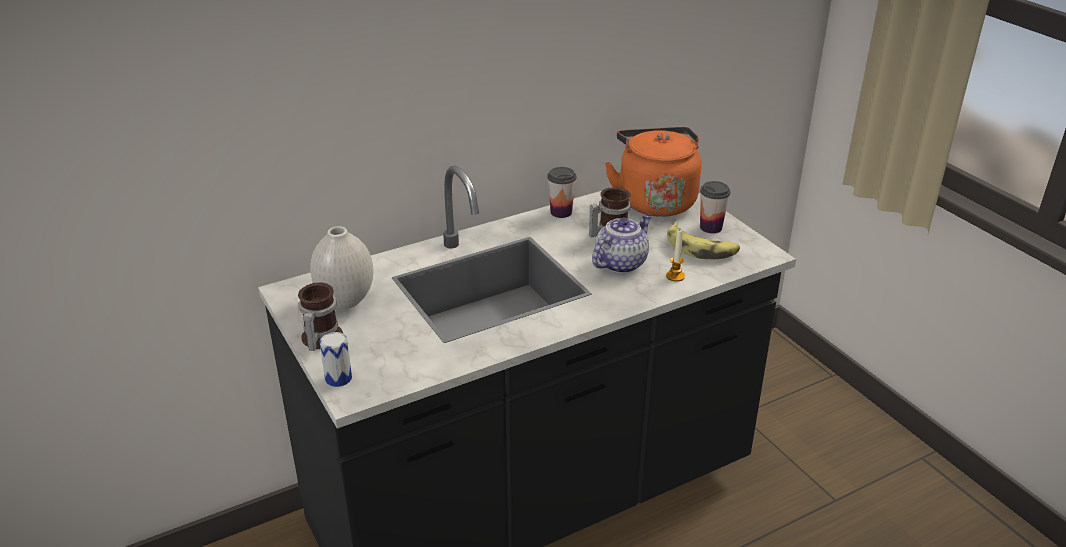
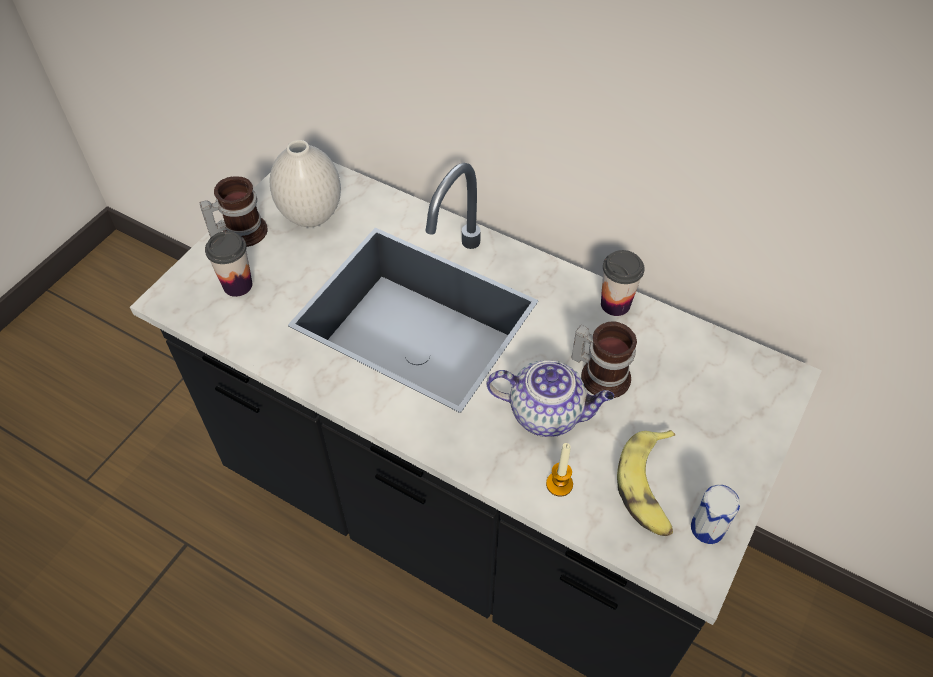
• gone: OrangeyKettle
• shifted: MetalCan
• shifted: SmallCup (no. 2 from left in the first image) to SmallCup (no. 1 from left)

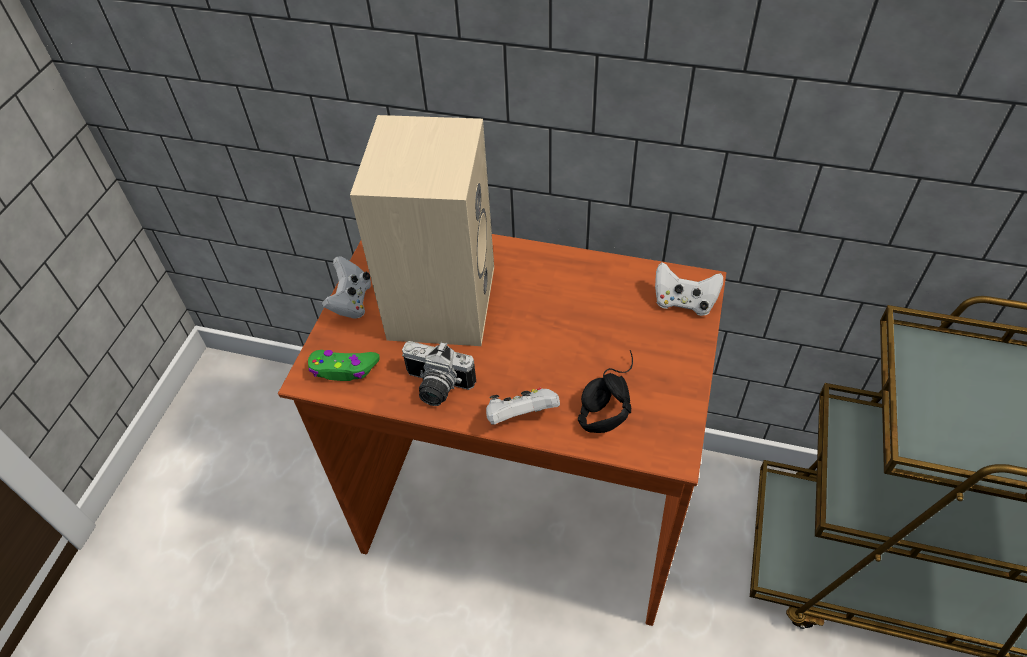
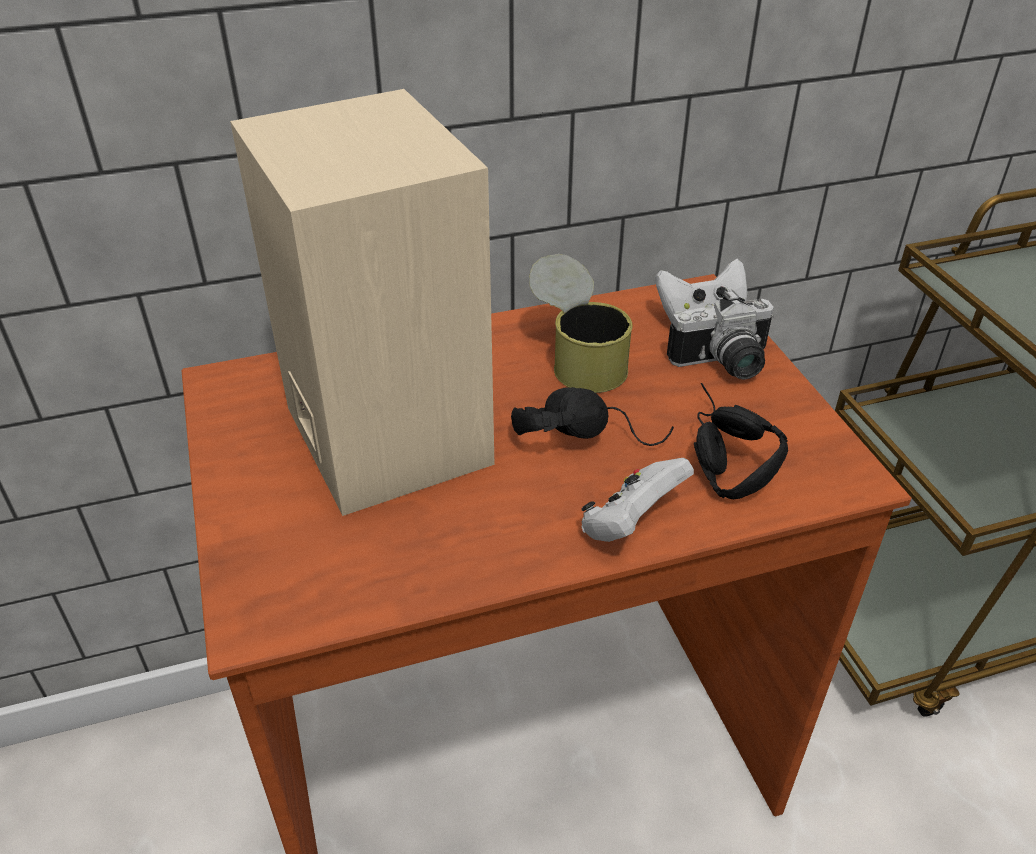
• gone: GreenGameController
• gone: WhiteGameController (no. 1 from left)
• new: BlackishPairOfHeadphones (no. 1 from left)
• new: MetalCan
• shifted: PhotoCamera

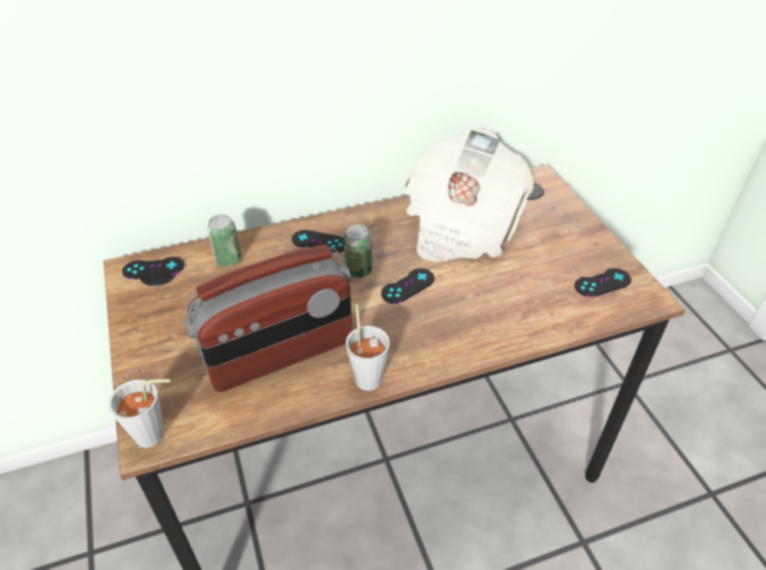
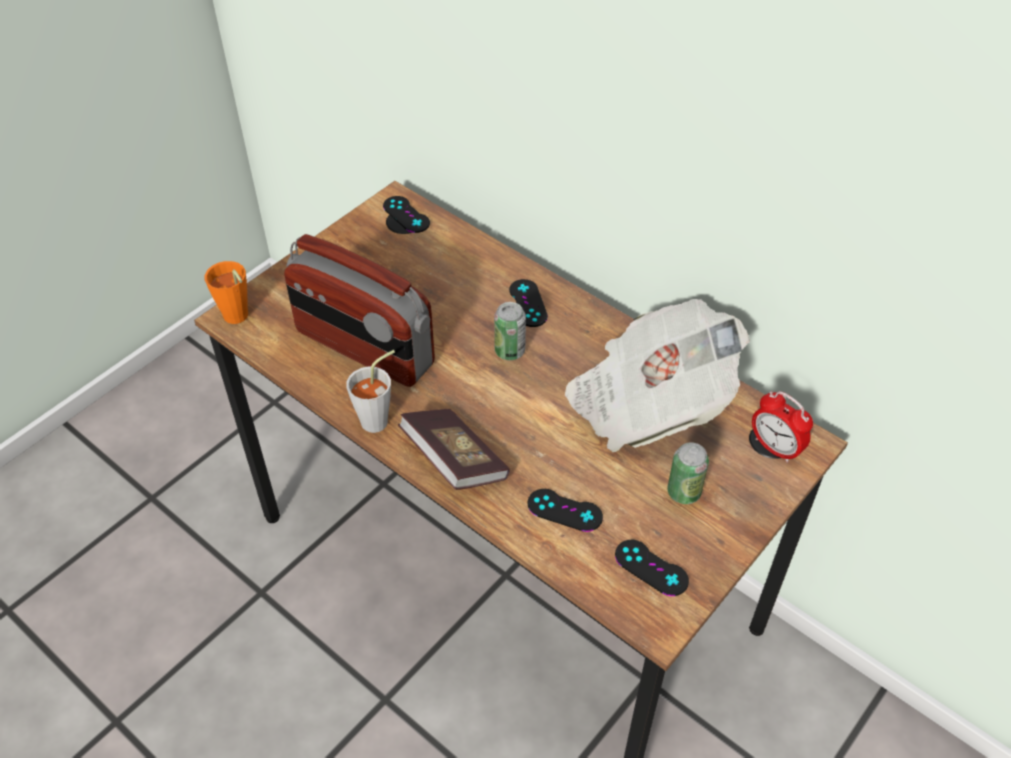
• new: Book
• new: AlarmClock
• shifted: MetalCan (no. 1 from left in the first image) to MetalCan (no. 2 from left)
• shifted: BlackishGameController (no. 3 from left)
• repainted: GraySmallCup (no. 1 from left) to OrangeySmallCup

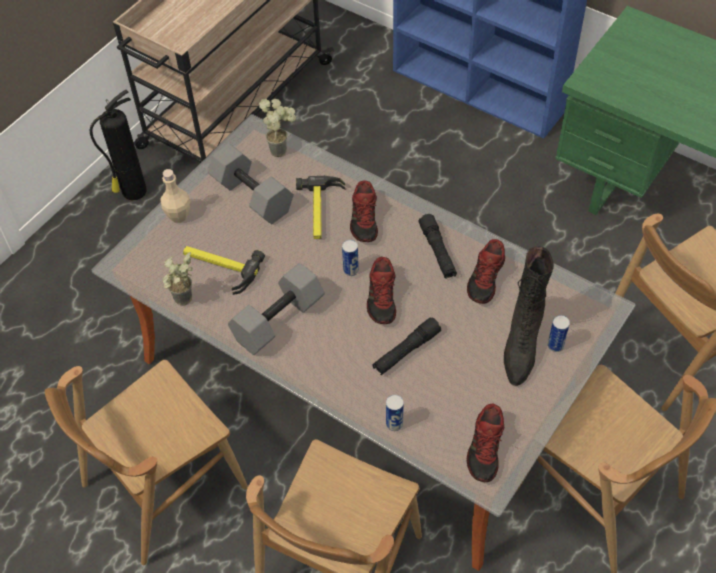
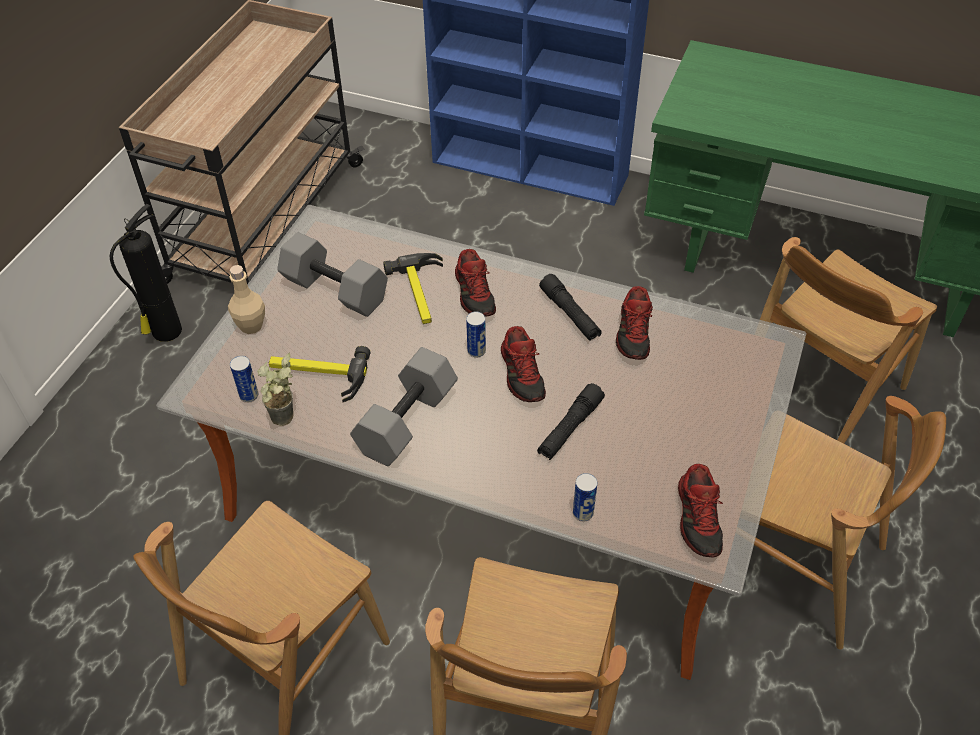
• gone: PlantInAPot (no. 2 from left)
• gone: BlackishHighTopBoot
• shifted: MetalCan (no. 3 from left in the first image) to MetalCan (no. 1 from left)

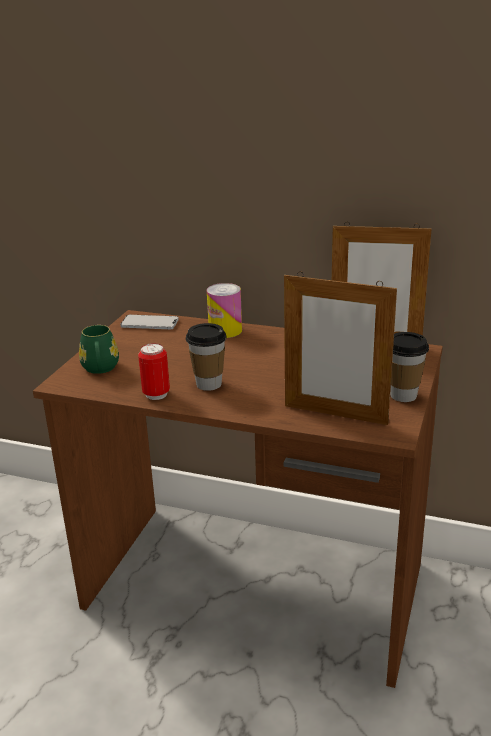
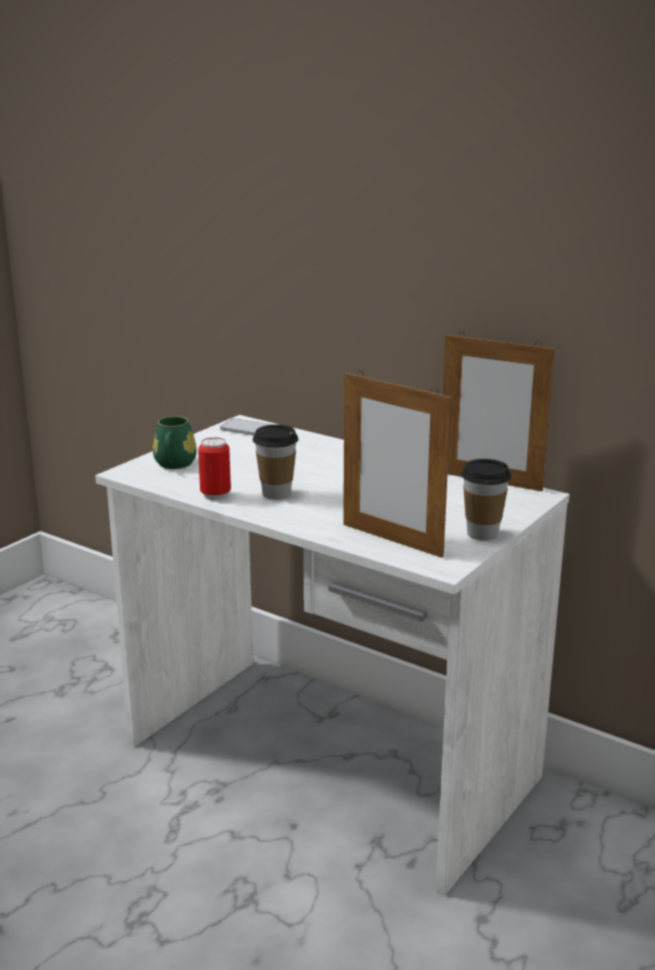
• gone: MetalCan (no. 2 from left)
• repainted: BrownColouredDeskUnit to WhiteDeskUnit

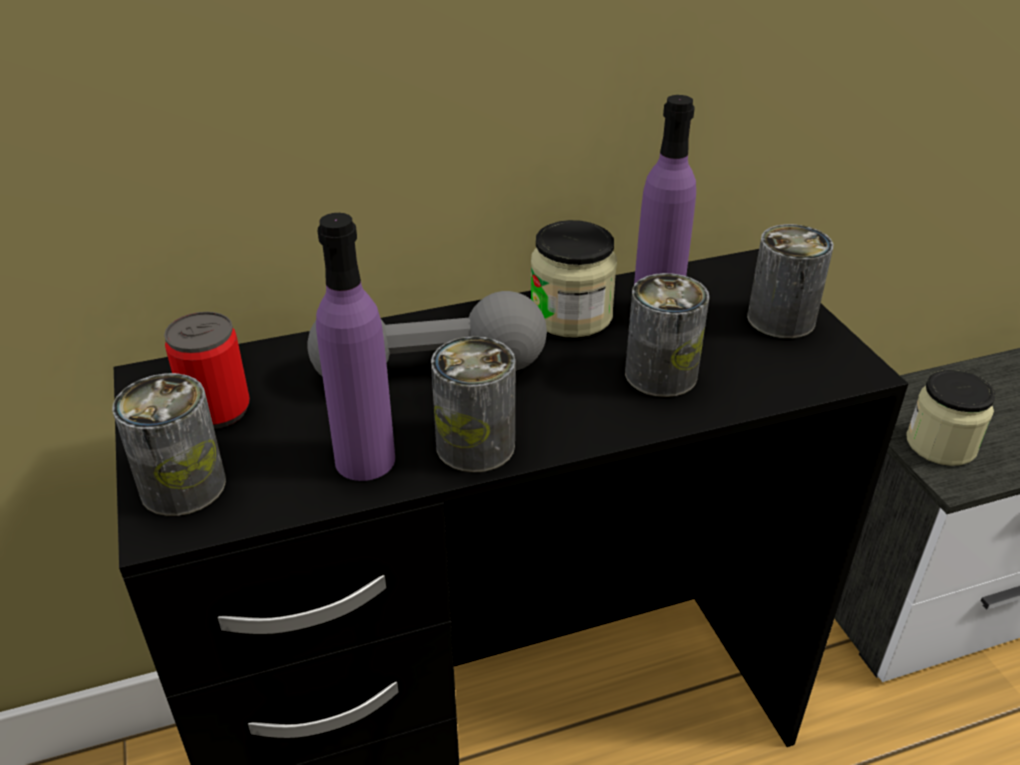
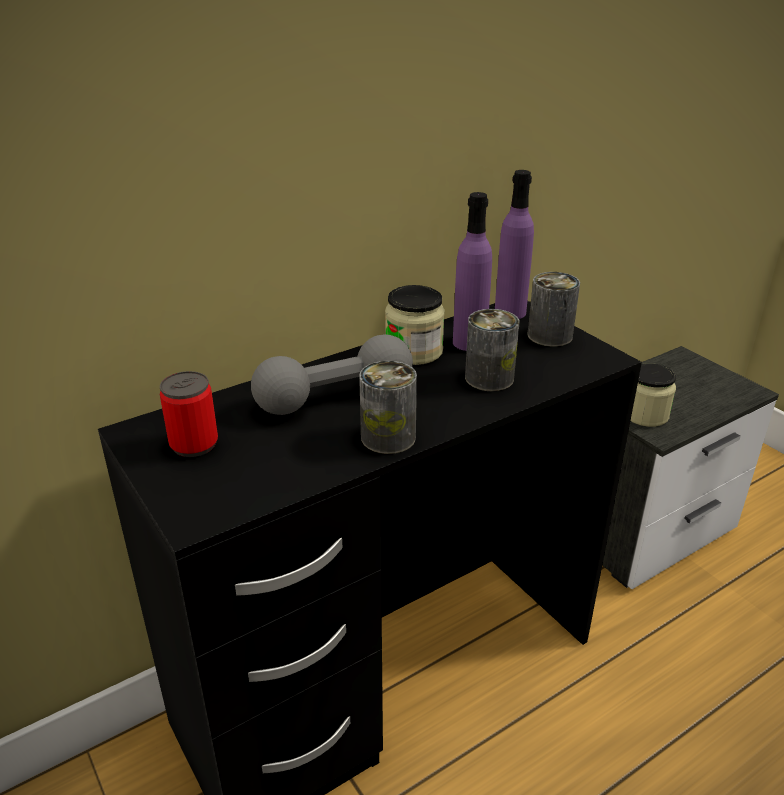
• gone: MetalCan (no. 1 from left)
• shifted: PurplishDrinkBottle (no. 1 from left in the first image) to PurplishDrinkBottle (no. 2 from left)

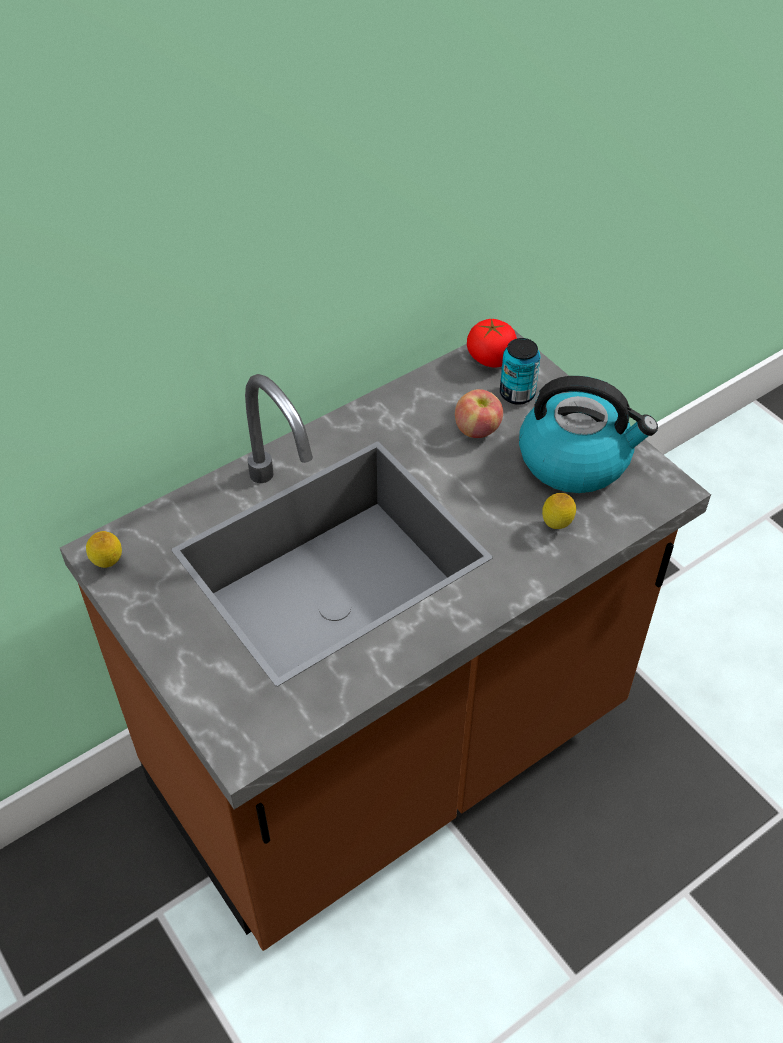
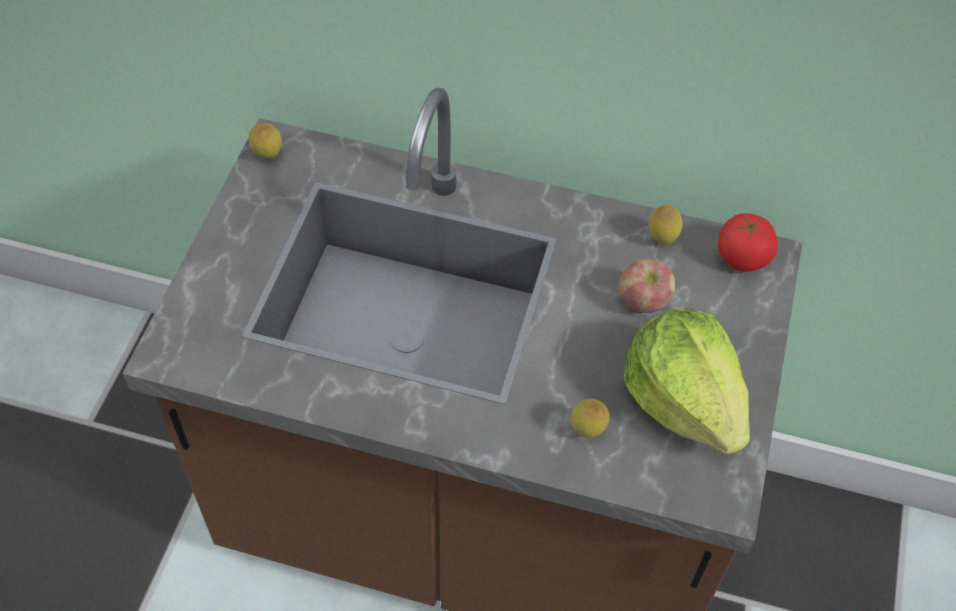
• gone: MetalCan
• new: CitrusFruit (no. 3 from left)
• swapped: Kettle to HeadOfLettuce

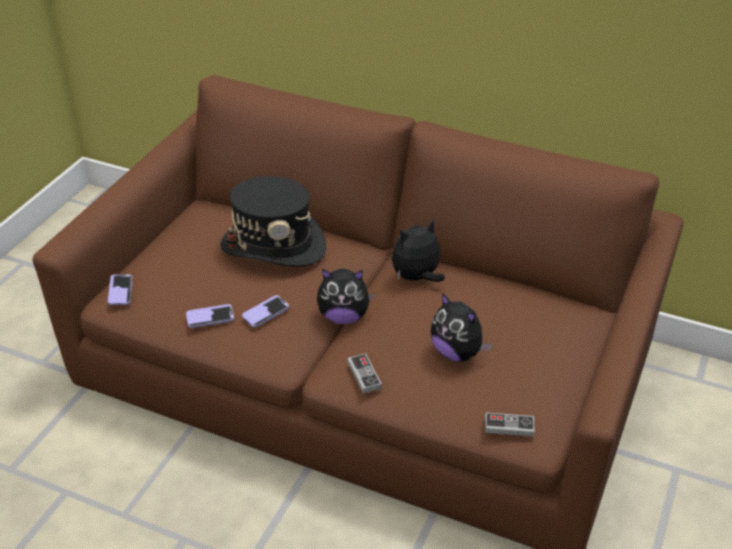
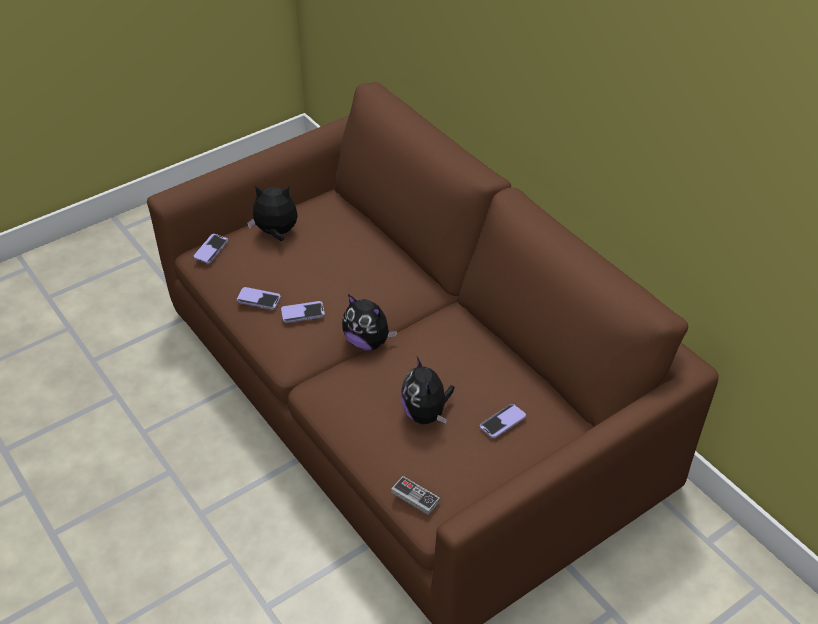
• gone: BlackishHat
• gone: GameController (no. 1 from left)
• new: Handset (no. 4 from left)
• shifted: CuddlyToy (no. 2 from left in the first image) to CuddlyToy (no. 1 from left)

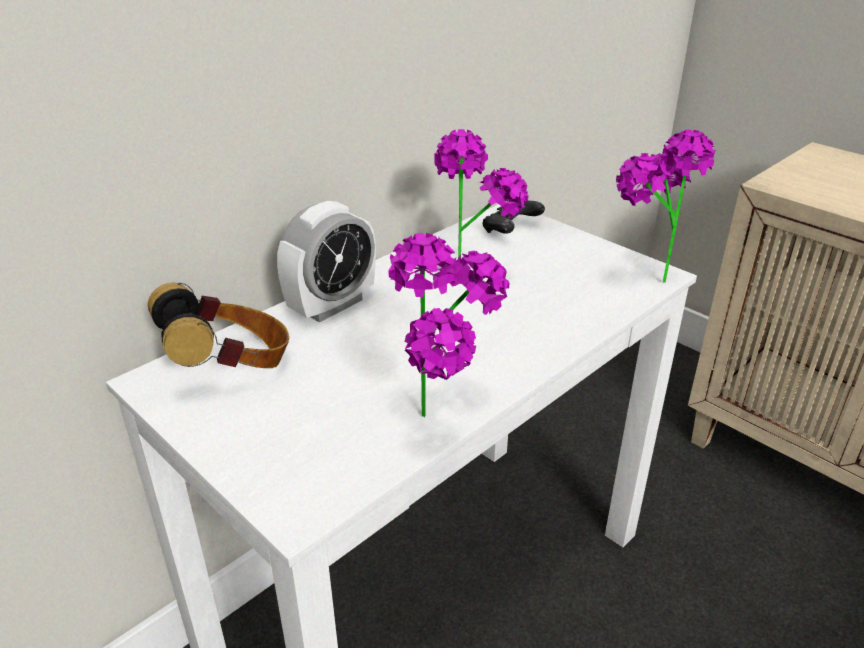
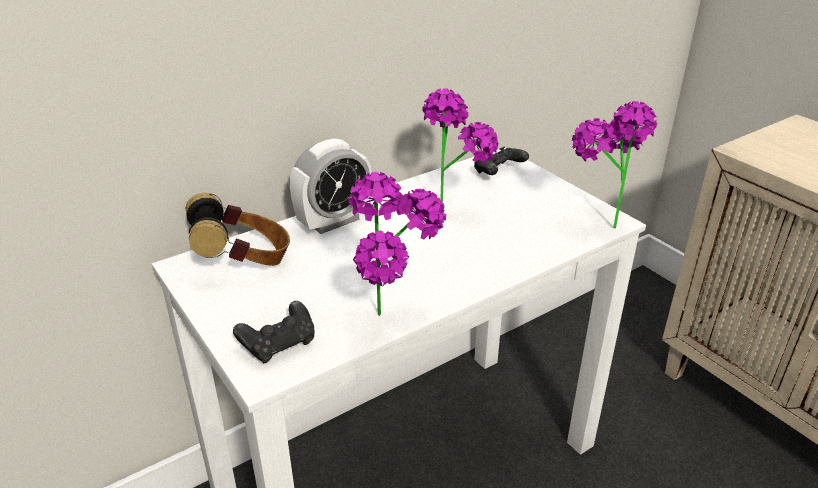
• new: BlackishGameController (no. 1 from left)

